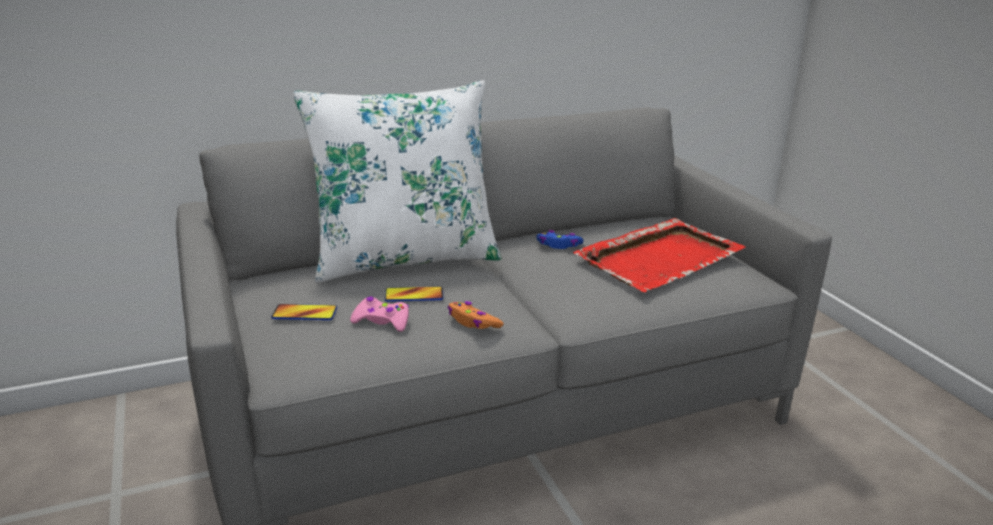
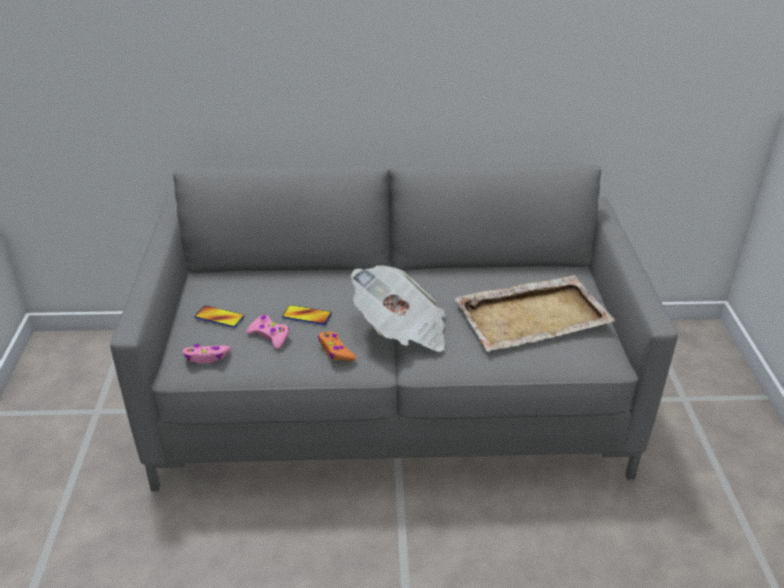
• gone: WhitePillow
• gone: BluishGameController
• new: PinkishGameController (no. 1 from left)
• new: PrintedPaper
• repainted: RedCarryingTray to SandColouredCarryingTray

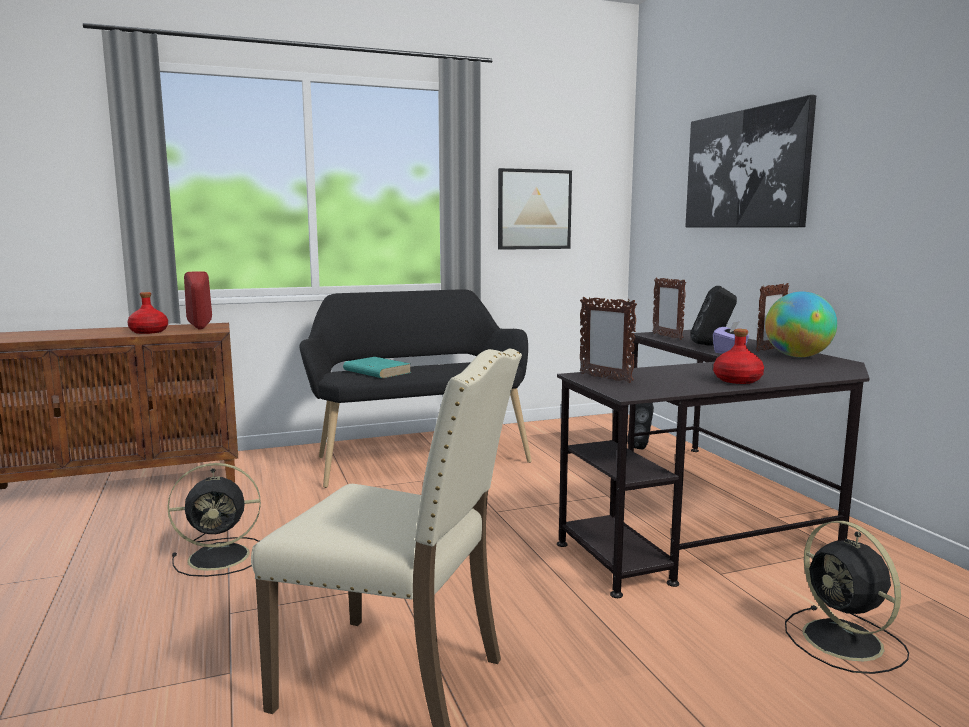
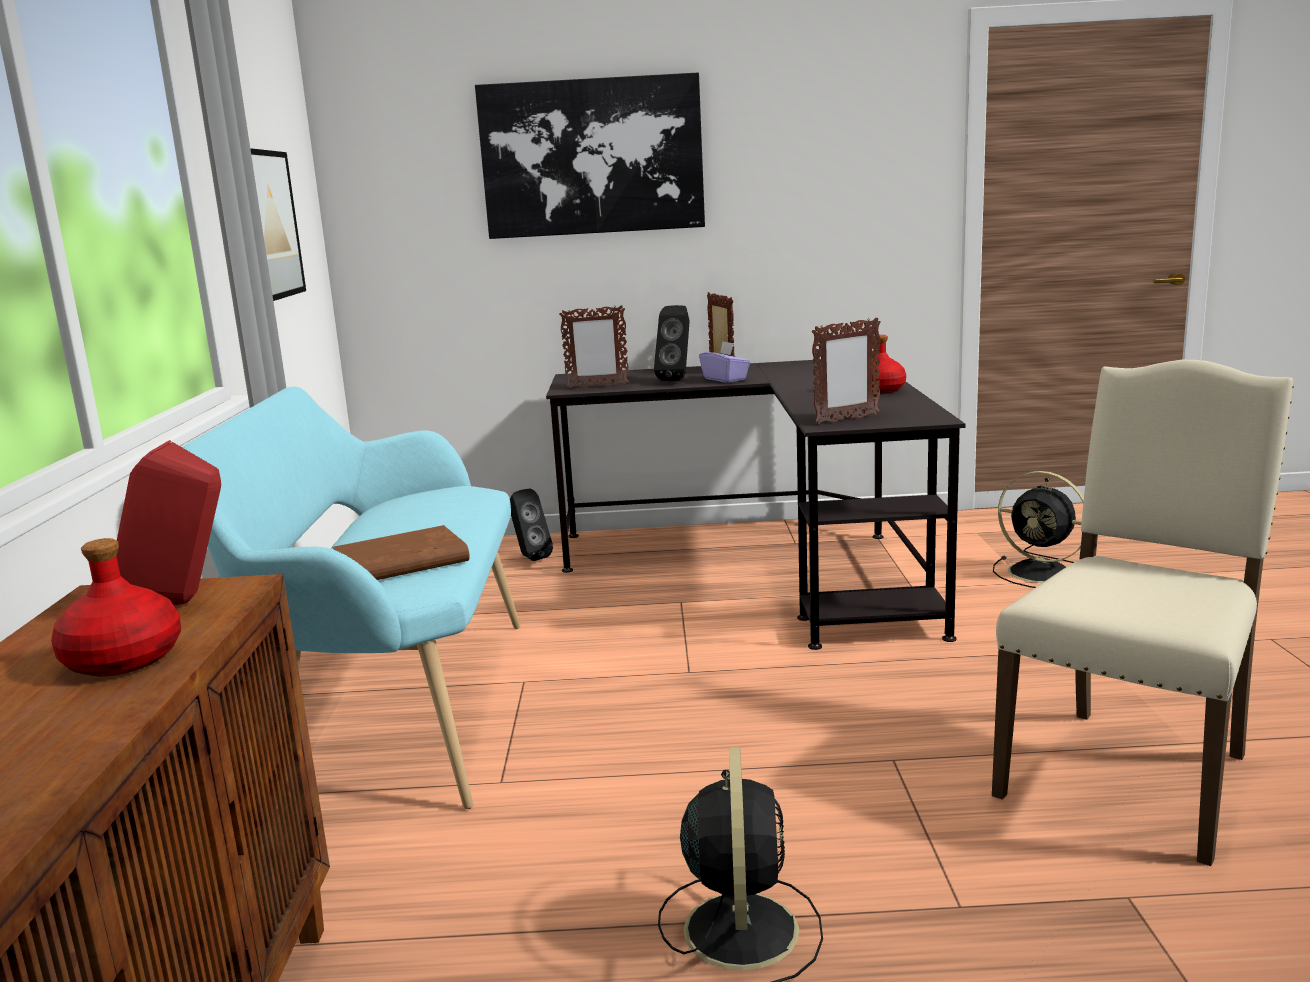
• gone: Globe
• repainted: BlackishIndoorBench to TurquoiseColouredIndoorBench
• repainted: TurquoiseColouredBook to BrownColouredBook
• rotated: BlackishCoolingFan (no. 2 from left) 45 degrees clockwise

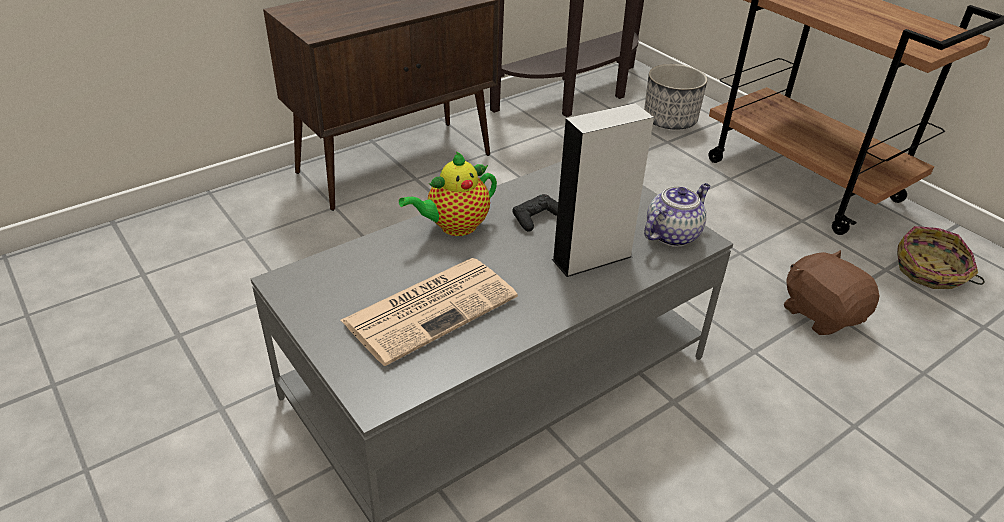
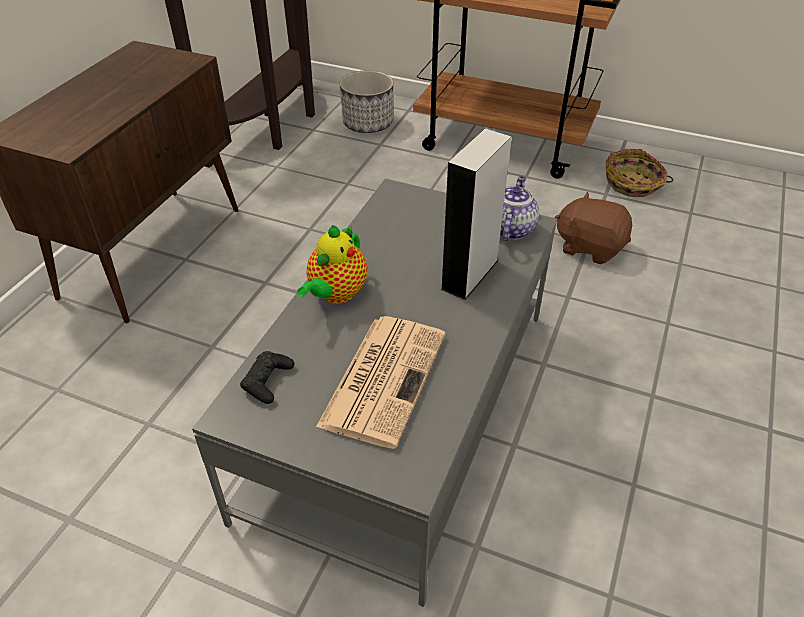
• shifted: BlackishGameController

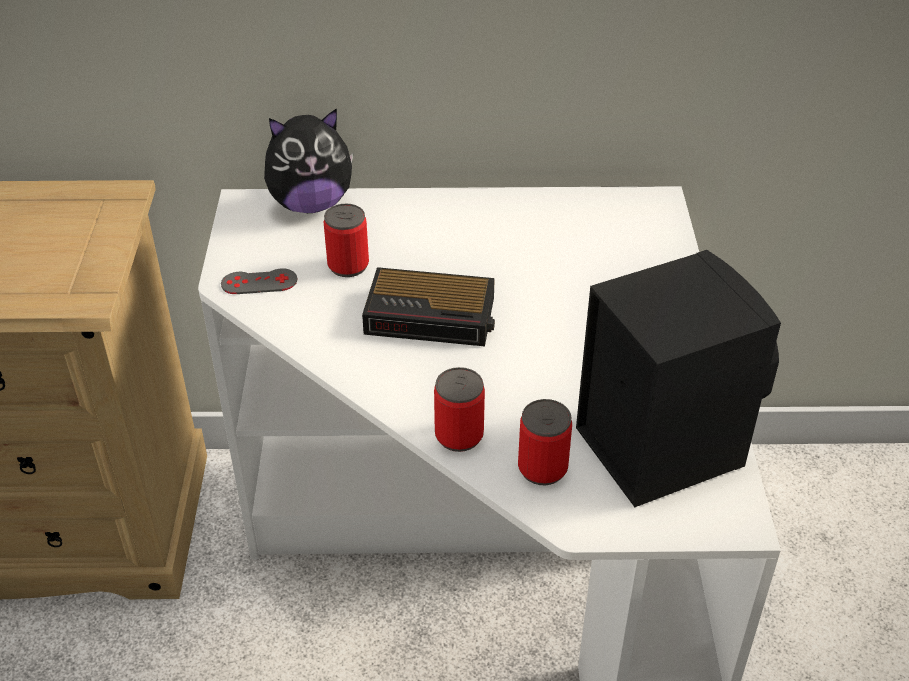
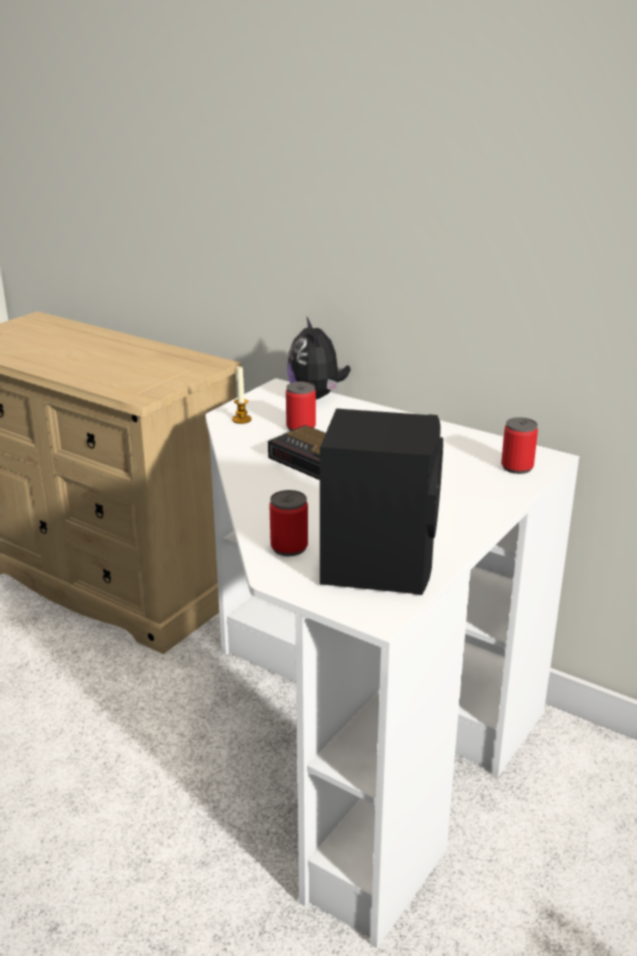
• shifted: MetalCan (no. 2 from left in the first image) to MetalCan (no. 3 from left)
• swapped: GrayGameController to Candle
• rotated: CuddlyToy 60 degrees clockwise

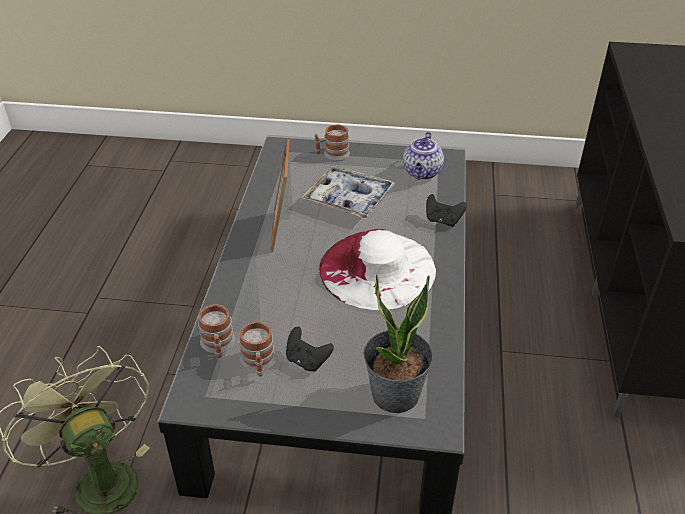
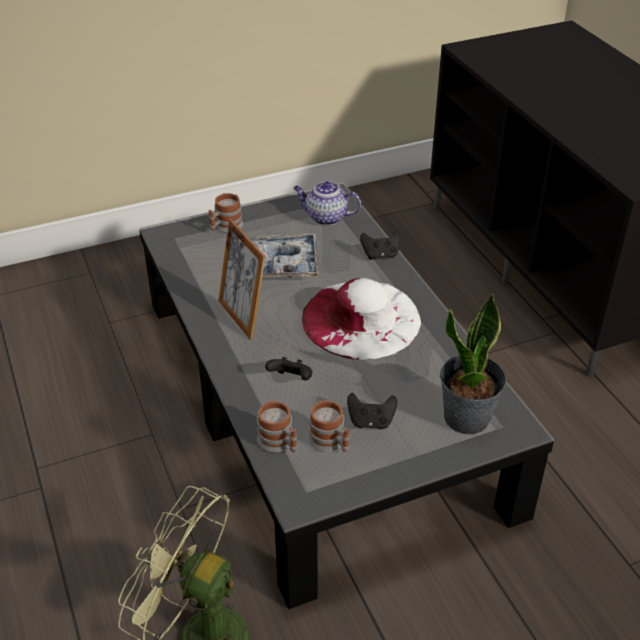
• new: BlackishGameController (no. 1 from left)
• rotated: Teapot 120 degrees clockwise

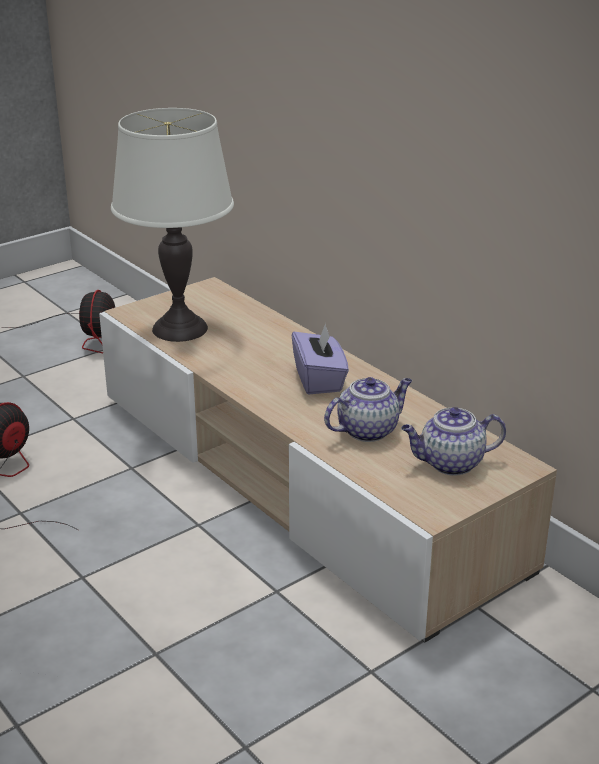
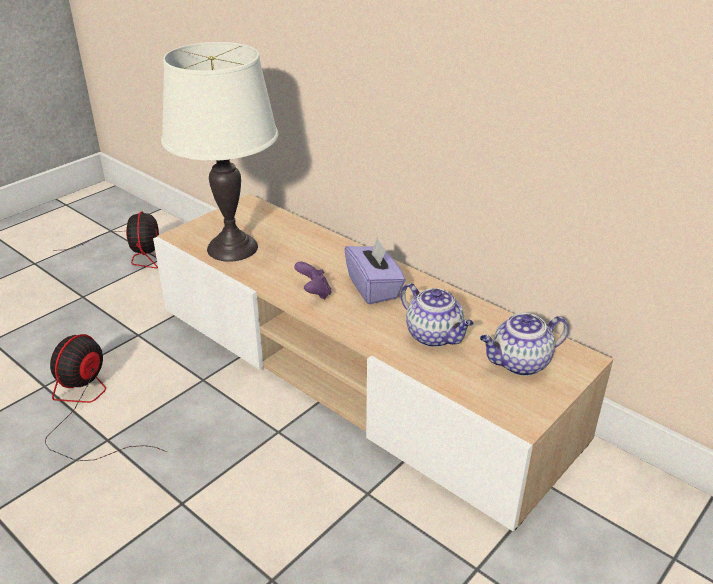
• new: PurplishGameController
• rotated: Teapot (no. 1 from left) 90 degrees clockwise

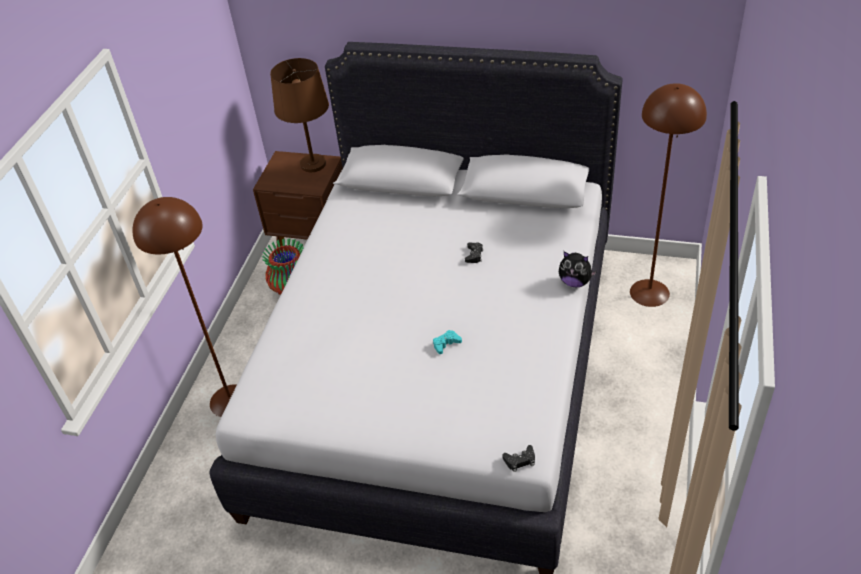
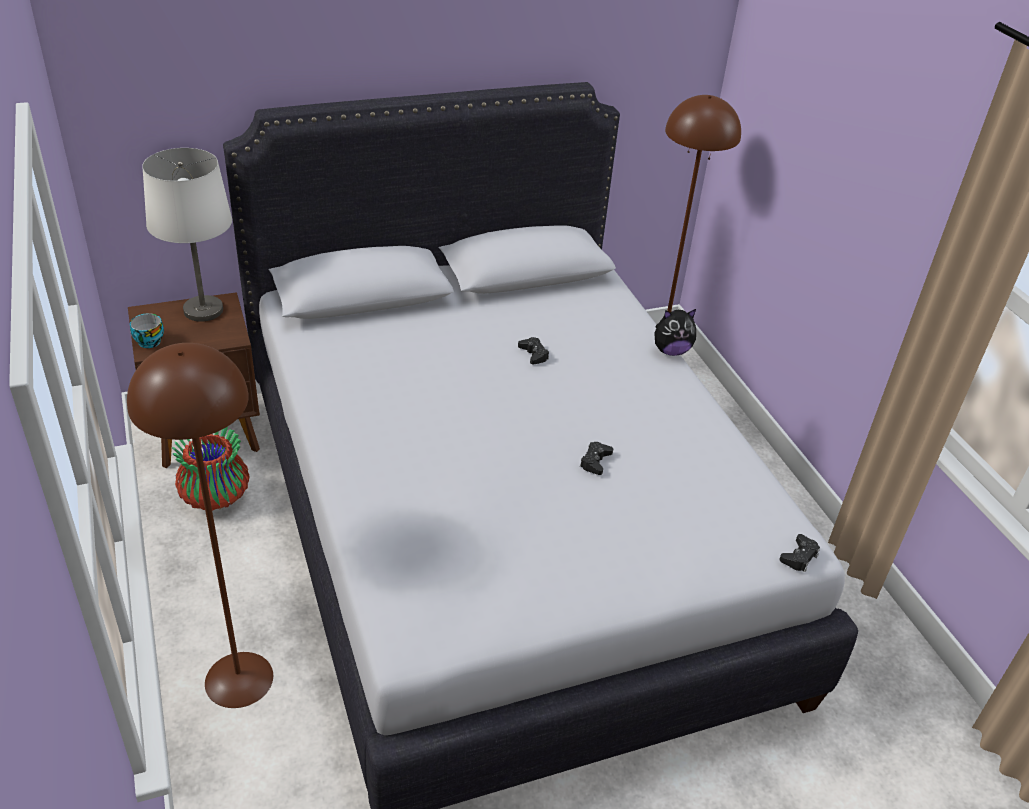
• new: SmallCup
• repainted: BrownColouredLampForATable to WhiteLampForATable
• repainted: TurquoiseColouredGameController to BlackishGameController (no. 2 from left)

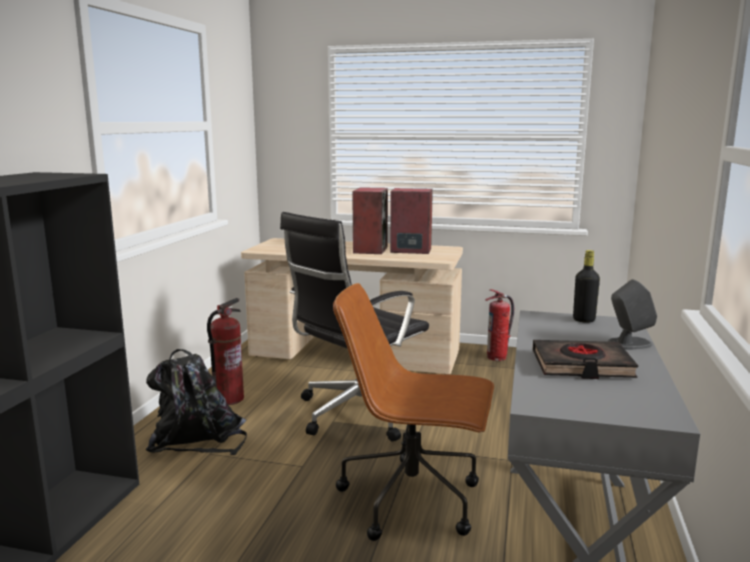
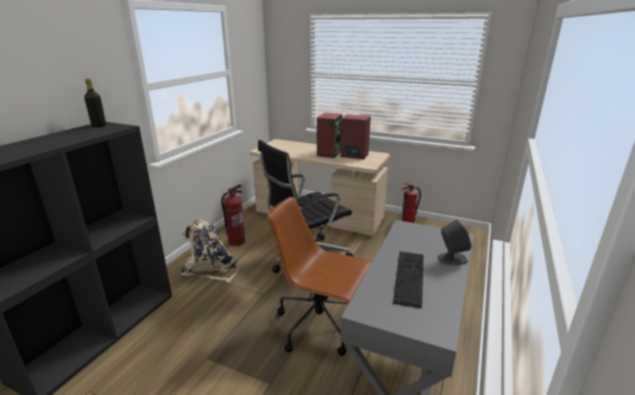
• shifted: BlackishDrinkBottle
• swapped: BlackishBook to Keyboard
• repainted: BlackishBackpack to SandColouredBackpack

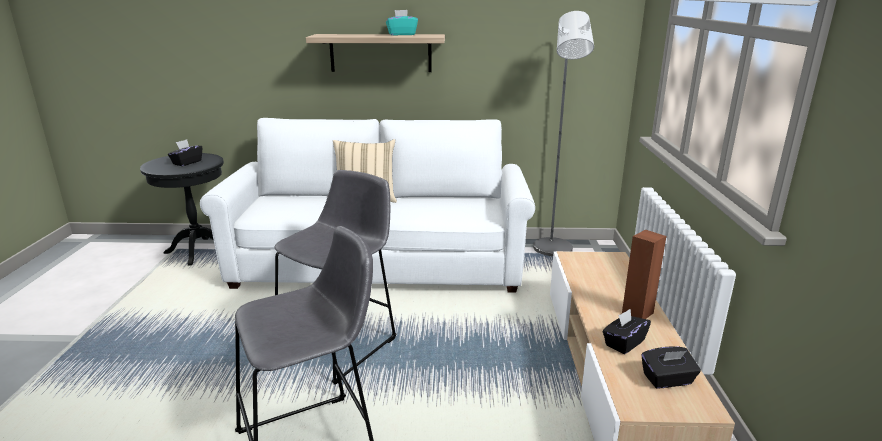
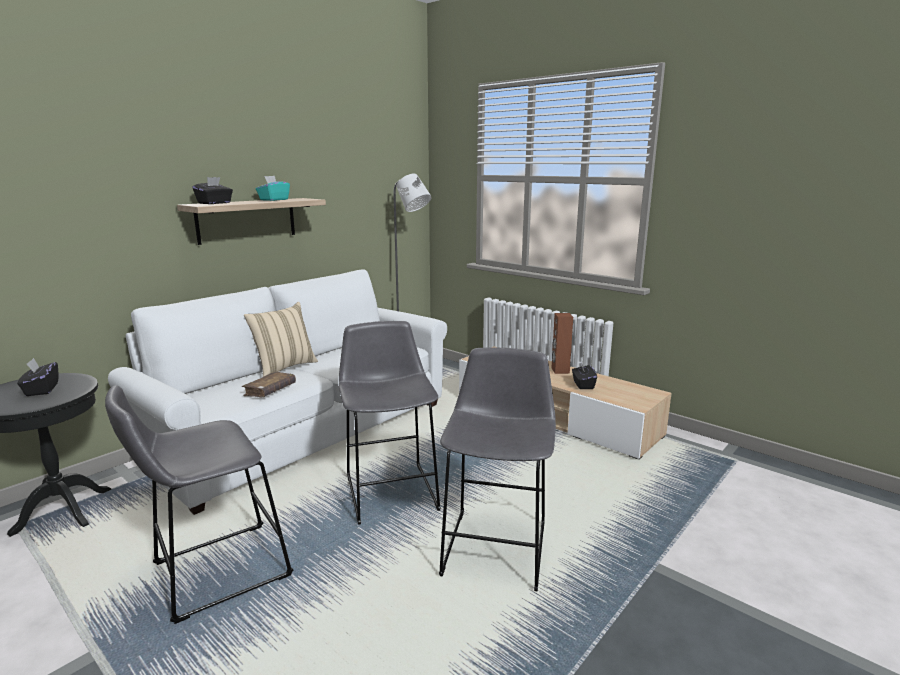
• new: GrayStoolSeat (no. 1 from left)
• new: BrownColouredBook
• shifted: BlackishTissueBox (no. 3 from left in the first image) to BlackishTissueBox (no. 2 from left)

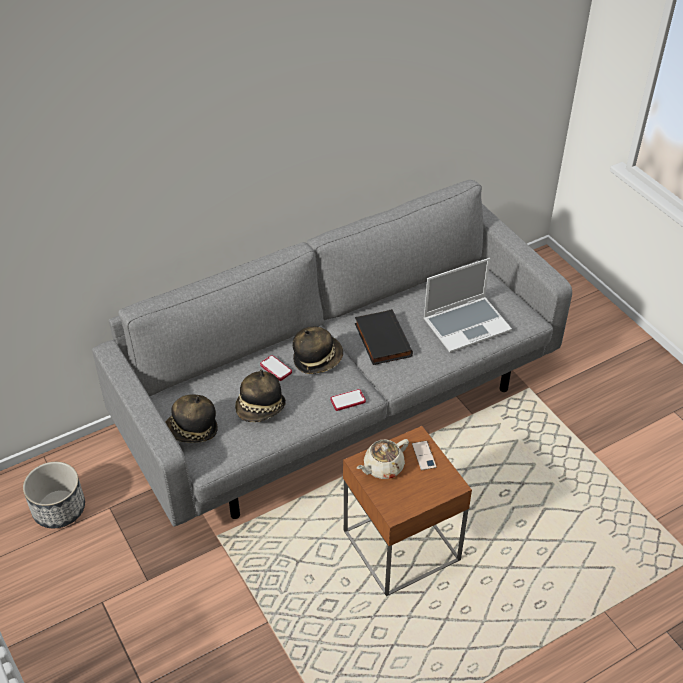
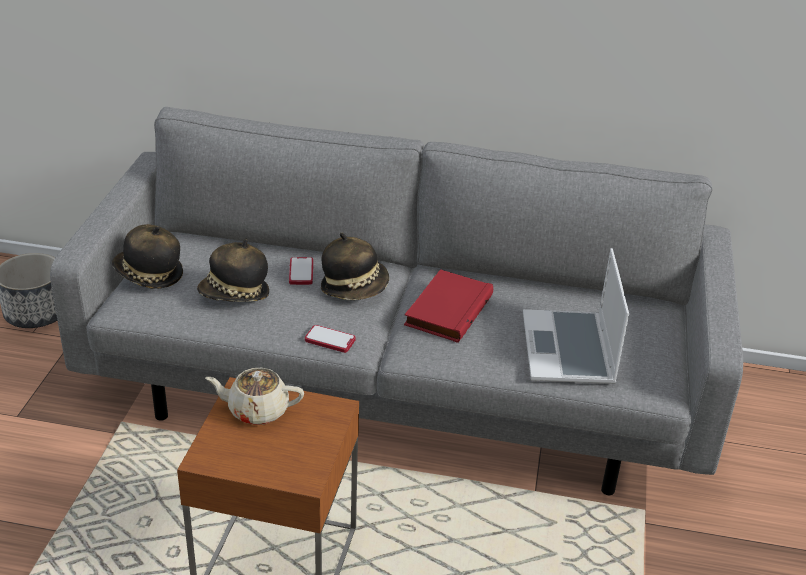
• gone: Handset (no. 3 from left)
• repainted: BlackishBook to RedBook
• rotated: PortableComputer 75 degrees clockwise

